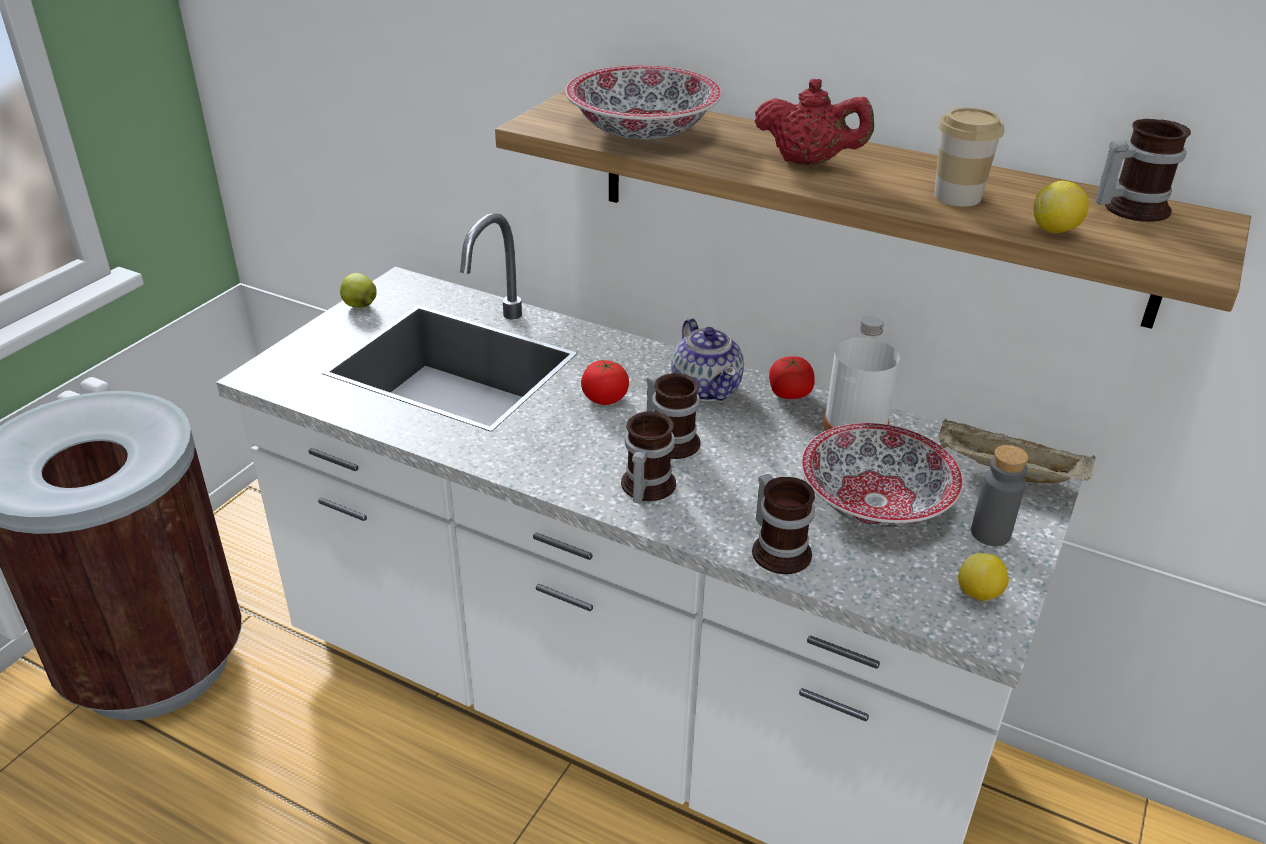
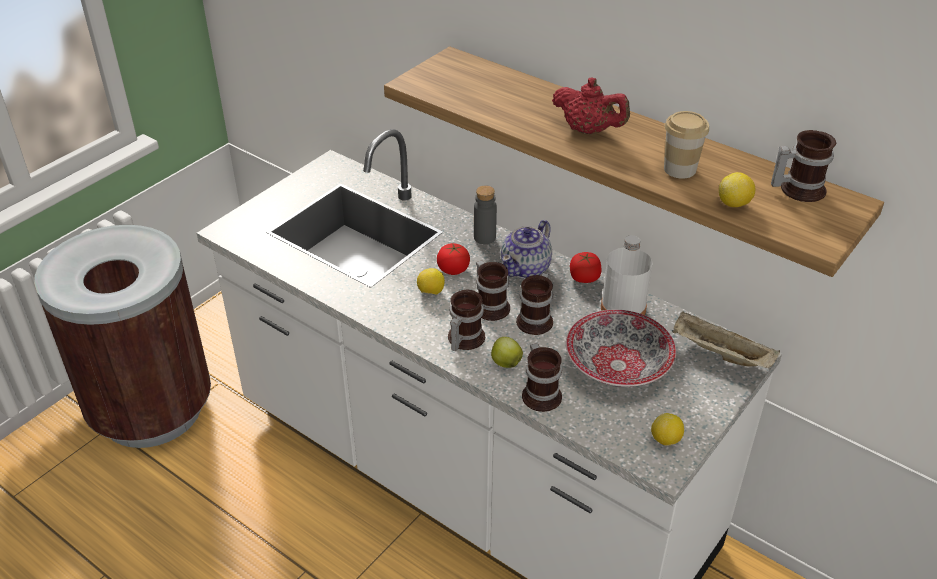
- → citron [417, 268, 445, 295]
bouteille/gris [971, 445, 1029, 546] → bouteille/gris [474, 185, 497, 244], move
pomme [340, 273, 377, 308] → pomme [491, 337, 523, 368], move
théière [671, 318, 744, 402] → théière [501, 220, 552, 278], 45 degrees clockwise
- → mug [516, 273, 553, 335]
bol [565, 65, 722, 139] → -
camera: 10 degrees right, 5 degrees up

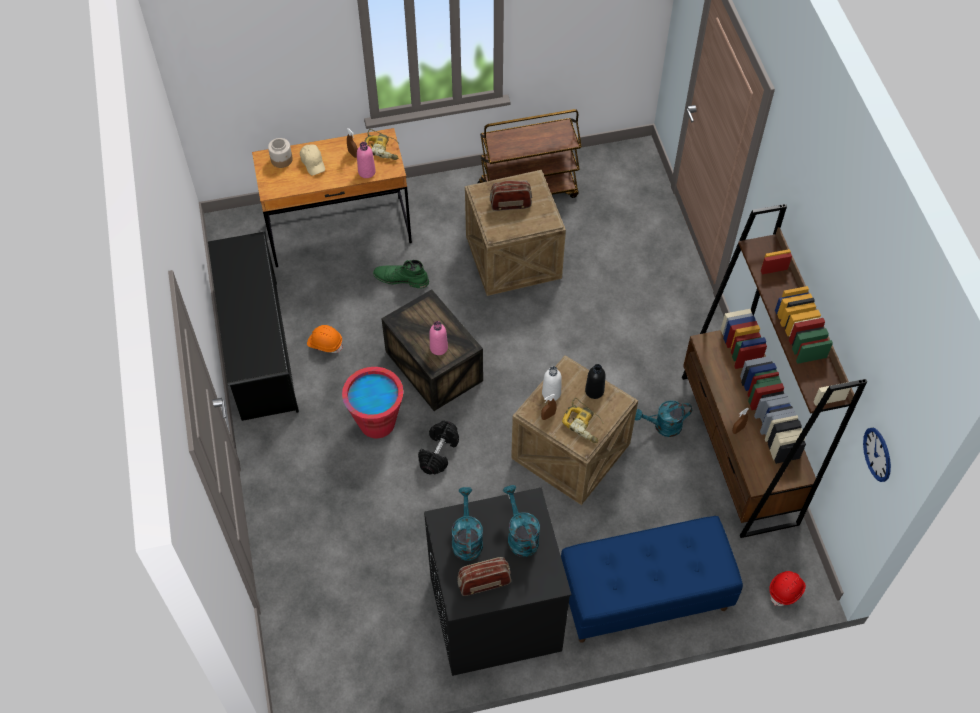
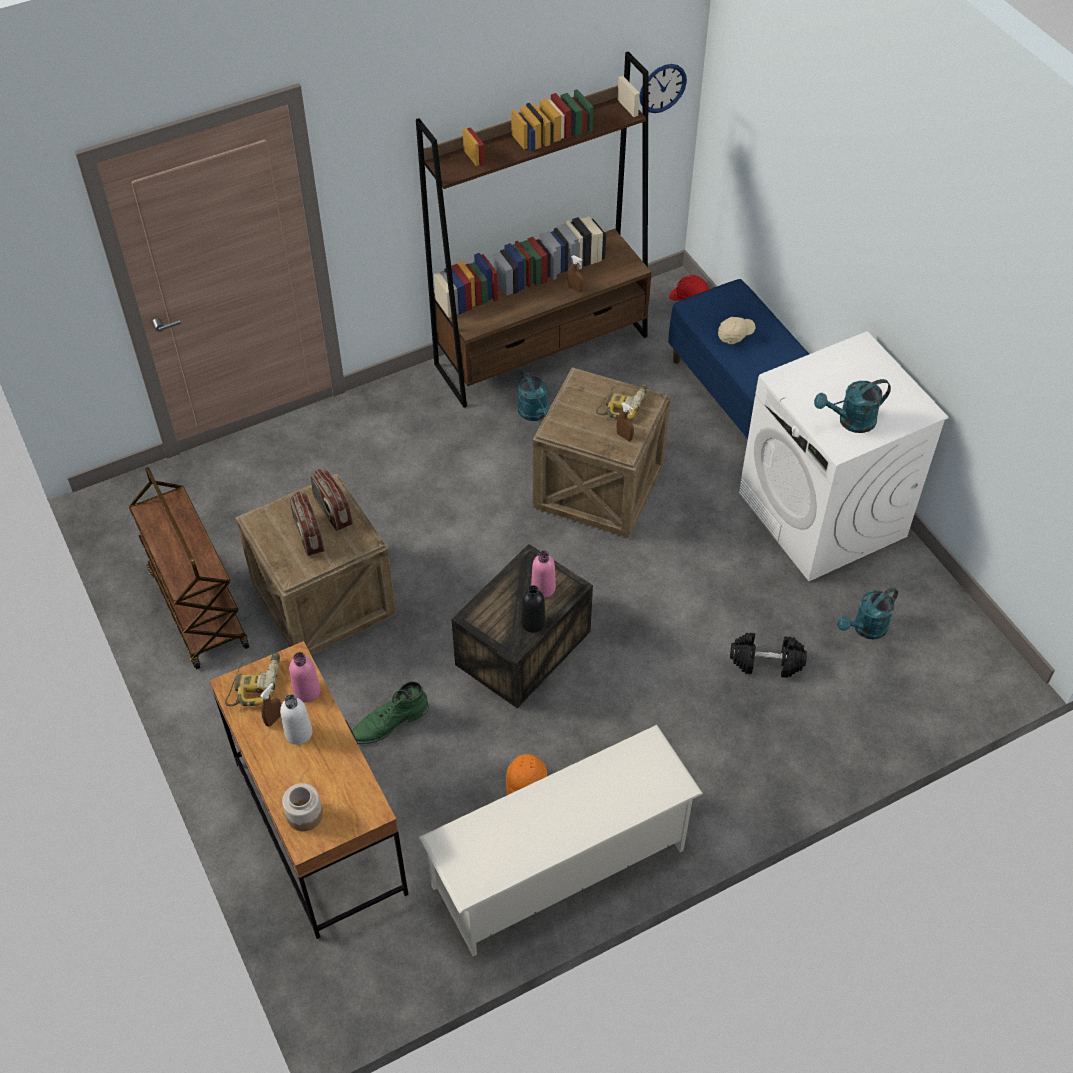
bouteille/blanc [542, 366, 562, 401] → bouteille/blanc [280, 694, 313, 745], move
radio [457, 557, 511, 596] → radio [311, 468, 353, 531], move
botte/vert [373, 260, 429, 288] → botte/vert [352, 681, 429, 744], 60 degrees clockwise
étagère à chaussures/noir [208, 232, 299, 421] → étagère à chaussures/blanc [419, 725, 703, 957]
bouteille/noir [585, 364, 606, 399] → bouteille/noir [521, 585, 546, 633], move
casquette/beige [300, 144, 325, 175] → casquette/beige [718, 317, 755, 344], move
haltère/noir [418, 421, 459, 475] → haltère/noir [730, 633, 807, 678], move
lave-linge/noir [424, 488, 572, 676] → lave-linge/blanc [739, 331, 949, 581]
arrosoir/turquoise [503, 485, 540, 557] → arrosoir/turquoise [837, 587, 898, 640], move
seau/rouge [342, 367, 403, 438] → -
camera: 105 degrees left, 5 degrees down

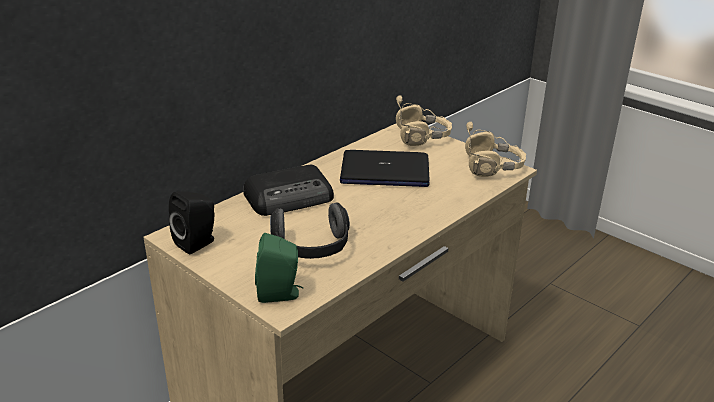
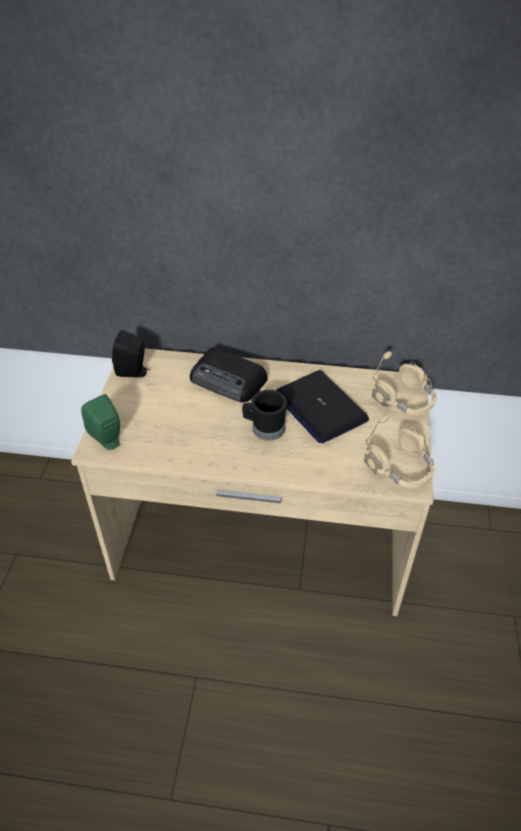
- → mug/noir [242, 390, 287, 441]
casque audio [270, 202, 350, 259] → -
camera: 55 degrees right, 15 degrees up

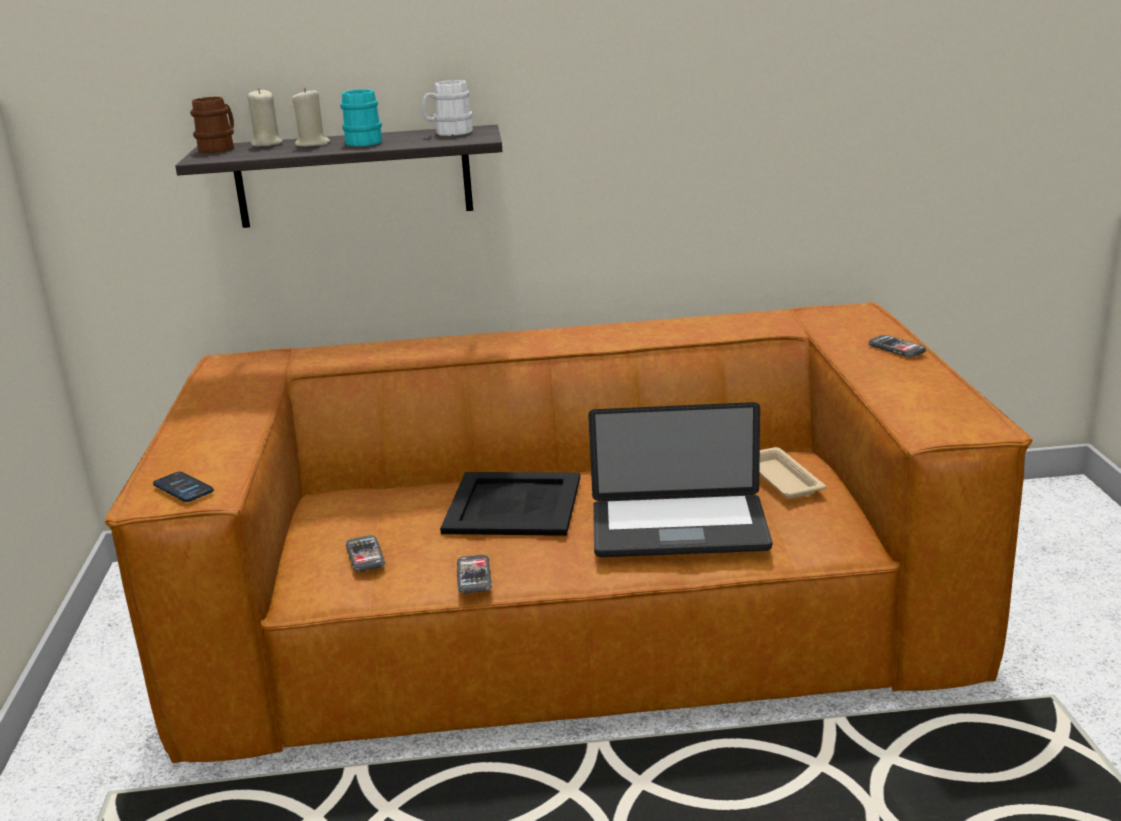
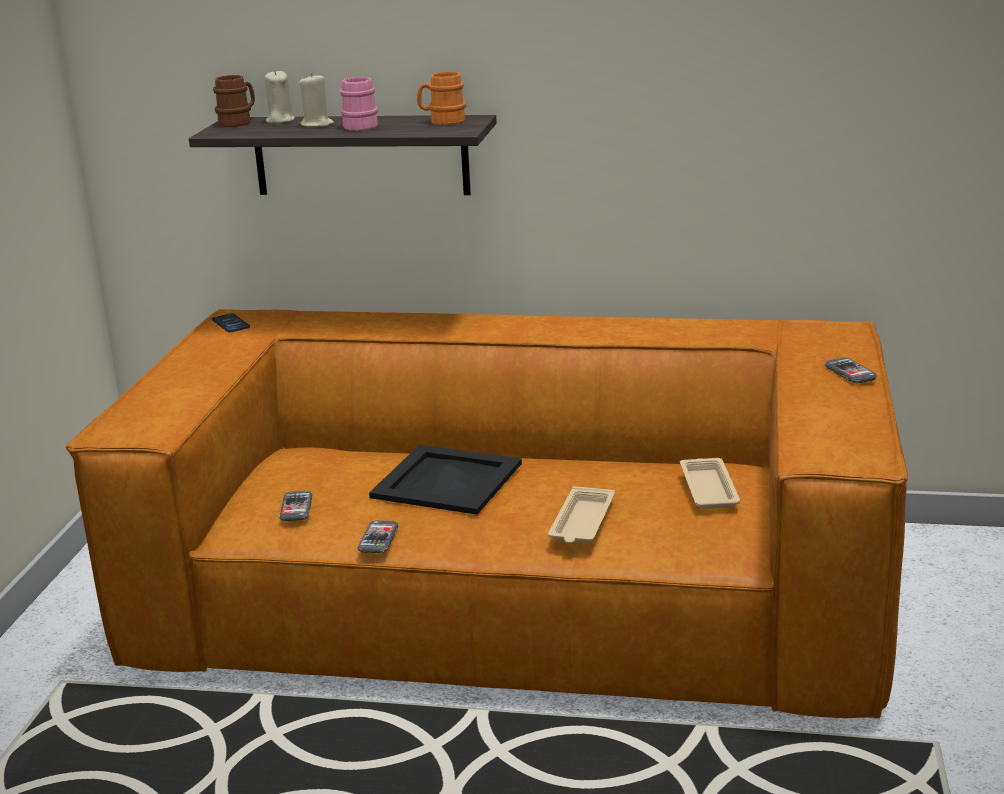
téléphone [153, 472, 214, 502] → téléphone [212, 313, 250, 332], move
mug/turquoise [340, 89, 382, 146] → mug/rose [340, 77, 378, 131]
mug/blanc [422, 80, 473, 136] → mug/orange [417, 72, 466, 125]
ordinateur portable [588, 402, 772, 557] → plateau/beige [548, 486, 615, 544]
camera: 15 degrees right, 0 degrees up

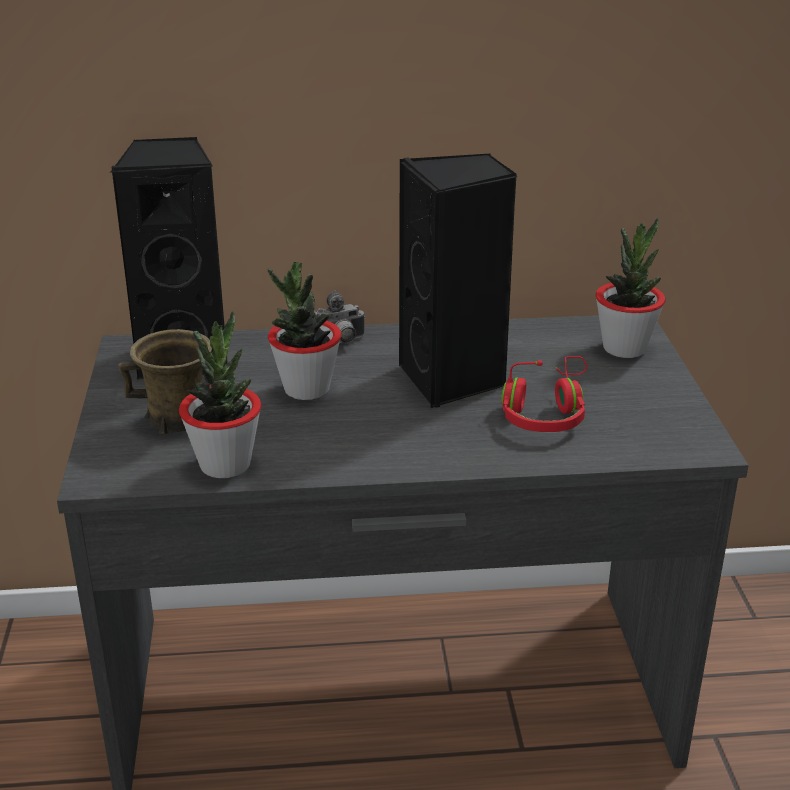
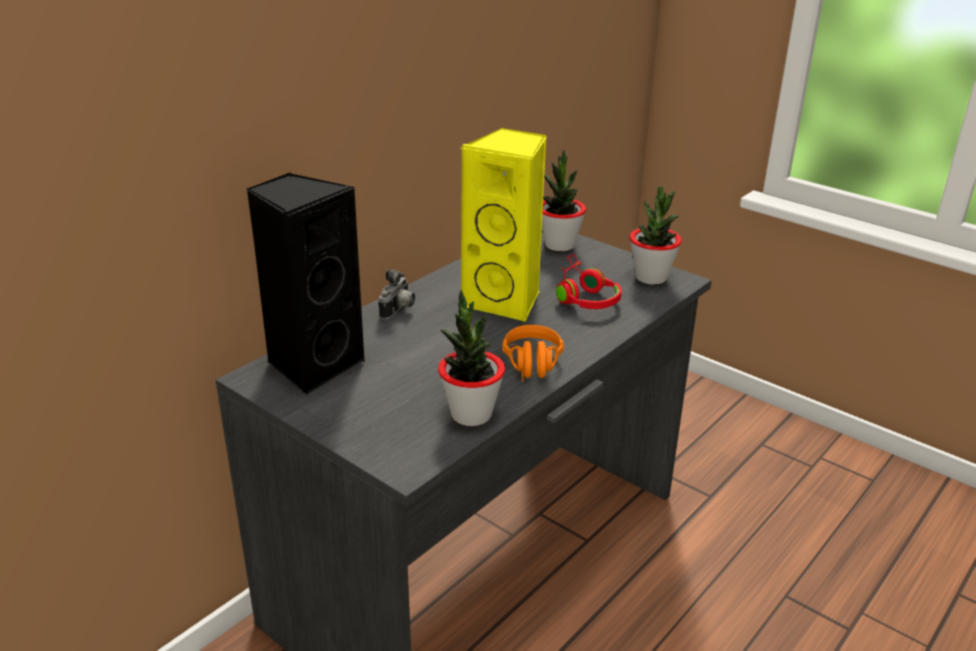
enceinte/noir [399, 153, 518, 408] → enceinte/jaune [461, 128, 547, 322]
- → casque audio/orange [502, 325, 564, 381]
plante en pot [268, 262, 342, 400] → plante en pot [629, 186, 682, 284], move
mug/marron [118, 329, 212, 434] → -
camera: 45 degrees left, 0 degrees up

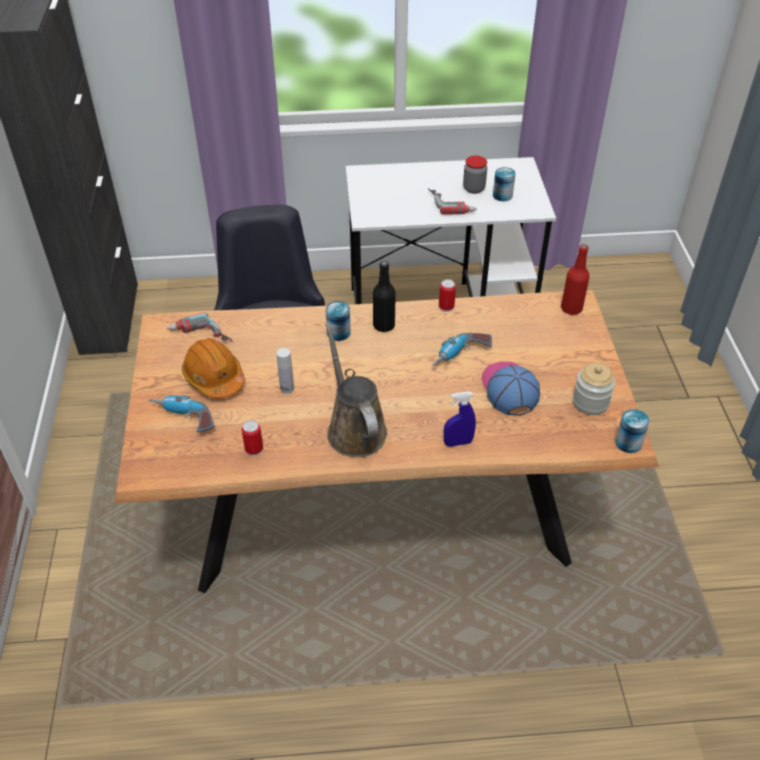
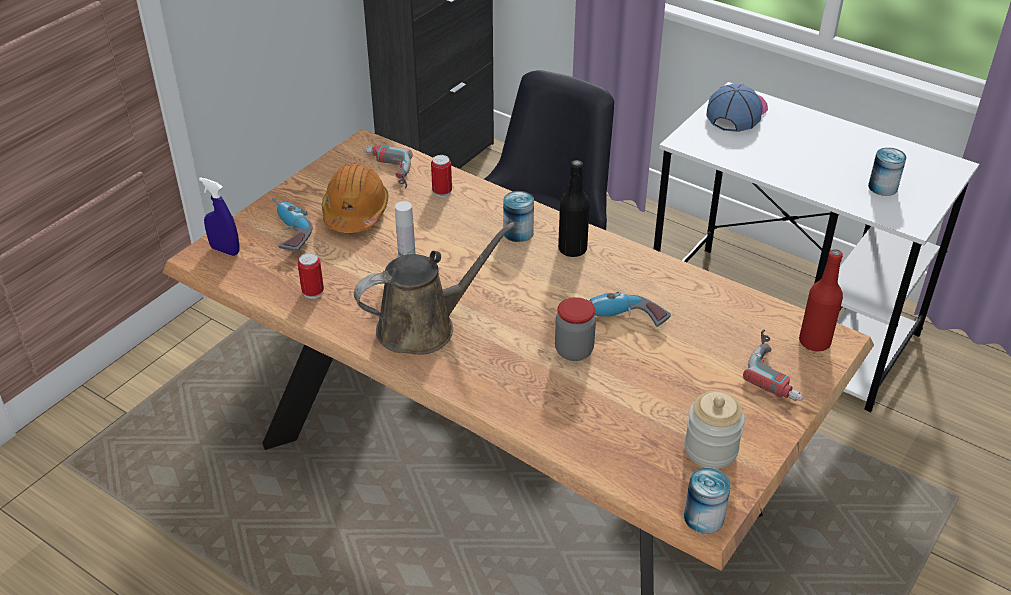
vaporisateur/bleu [444, 392, 476, 447] → vaporisateur/bleu [199, 177, 239, 256], move
arrosoir/marron [326, 322, 387, 457] → arrosoir/marron [354, 222, 515, 355], 45 degrees clockwise
boîte métallique [439, 279, 456, 312] → boîte métallique [431, 155, 452, 197], move
bocal [463, 156, 487, 194] → bocal [555, 297, 596, 361], move
casquette [481, 361, 540, 416] → casquette [706, 84, 768, 132], move
perceuse [428, 188, 477, 215] → perceuse [743, 330, 804, 401], move
camera: 40 degrees right, 5 degrees down

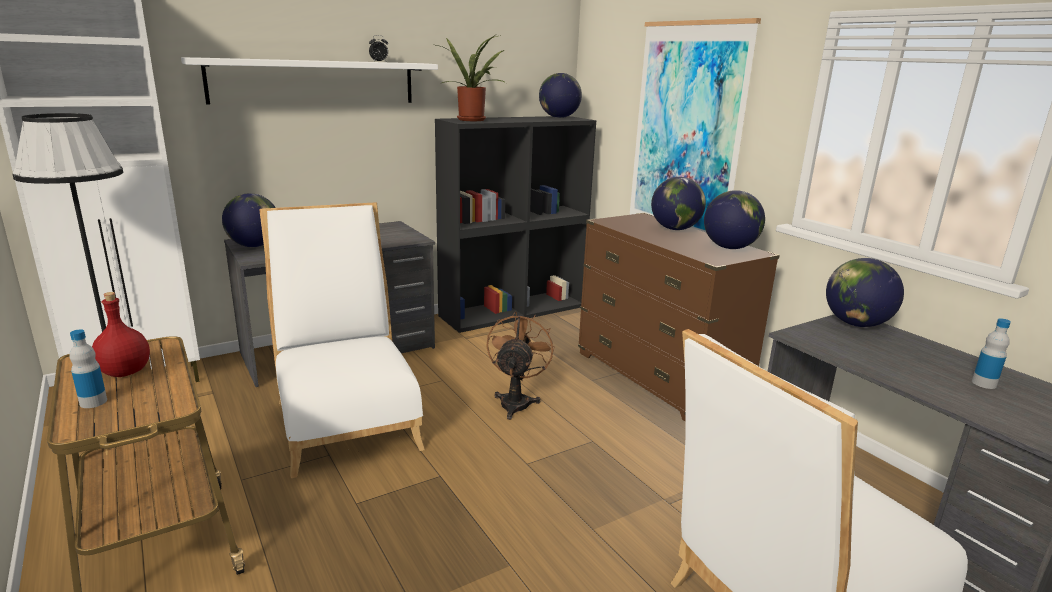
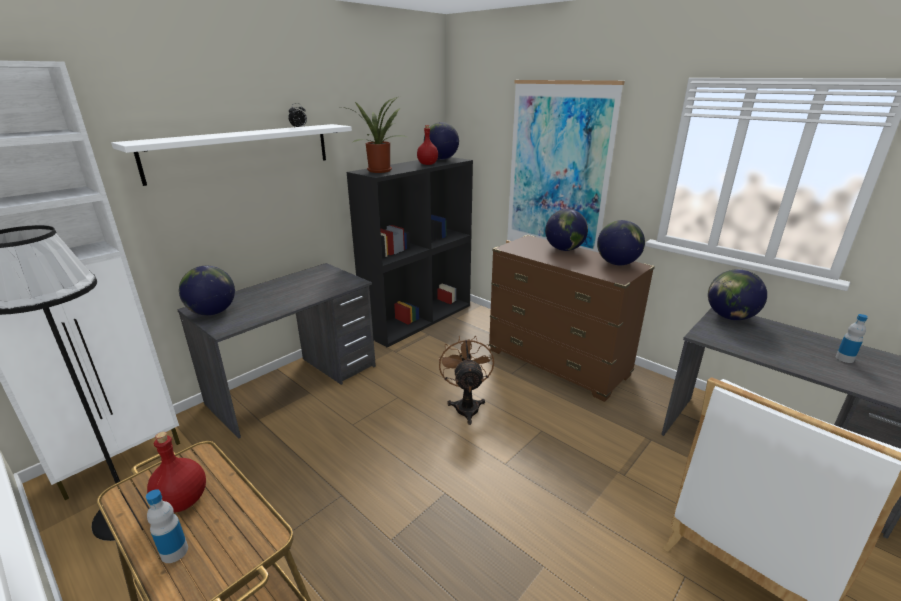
- → bouteille/rouge [417, 125, 438, 165]
chaise/blanc [259, 202, 425, 478] → -
camera: 15 degrees left, 5 degrees up

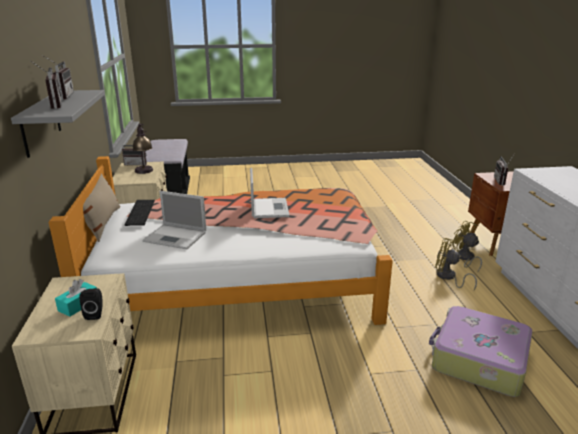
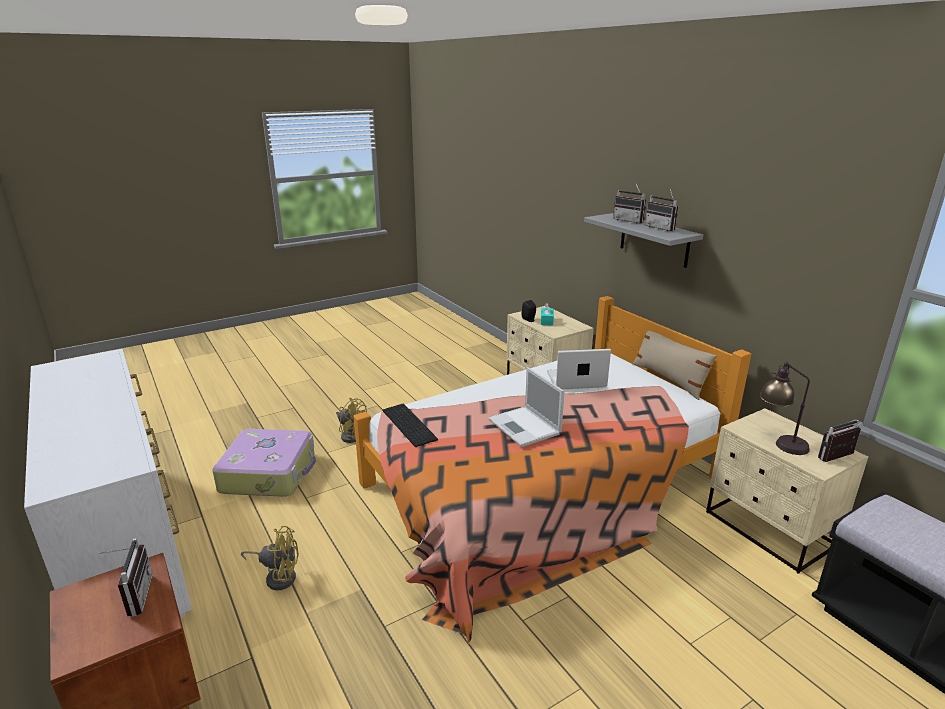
ventilateur/jaune [452, 221, 482, 273] → ventilateur/jaune [336, 398, 367, 443], move
clavier [124, 200, 155, 226] → clavier [383, 404, 438, 447], move
camera: 155 degrees right, 0 degrees up

